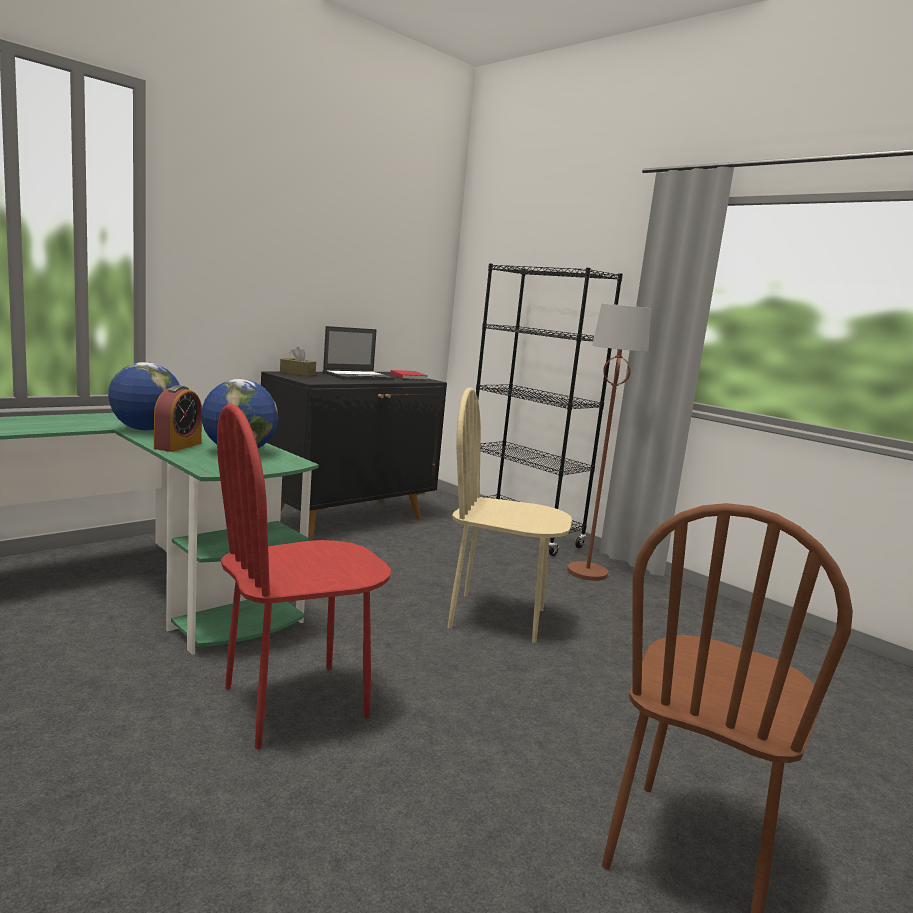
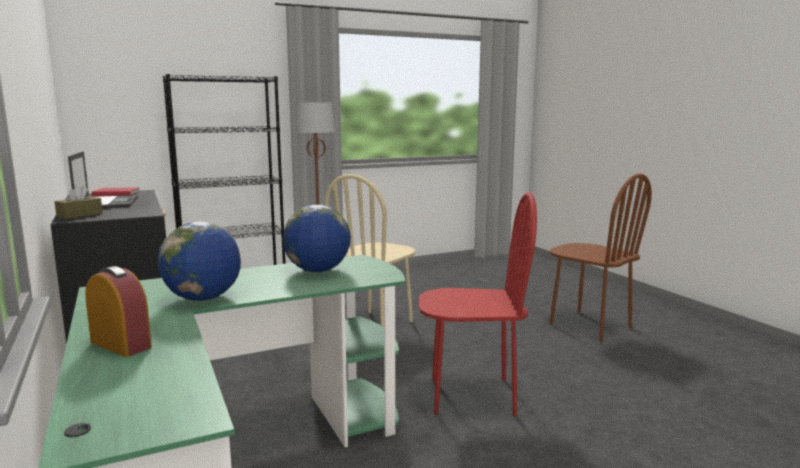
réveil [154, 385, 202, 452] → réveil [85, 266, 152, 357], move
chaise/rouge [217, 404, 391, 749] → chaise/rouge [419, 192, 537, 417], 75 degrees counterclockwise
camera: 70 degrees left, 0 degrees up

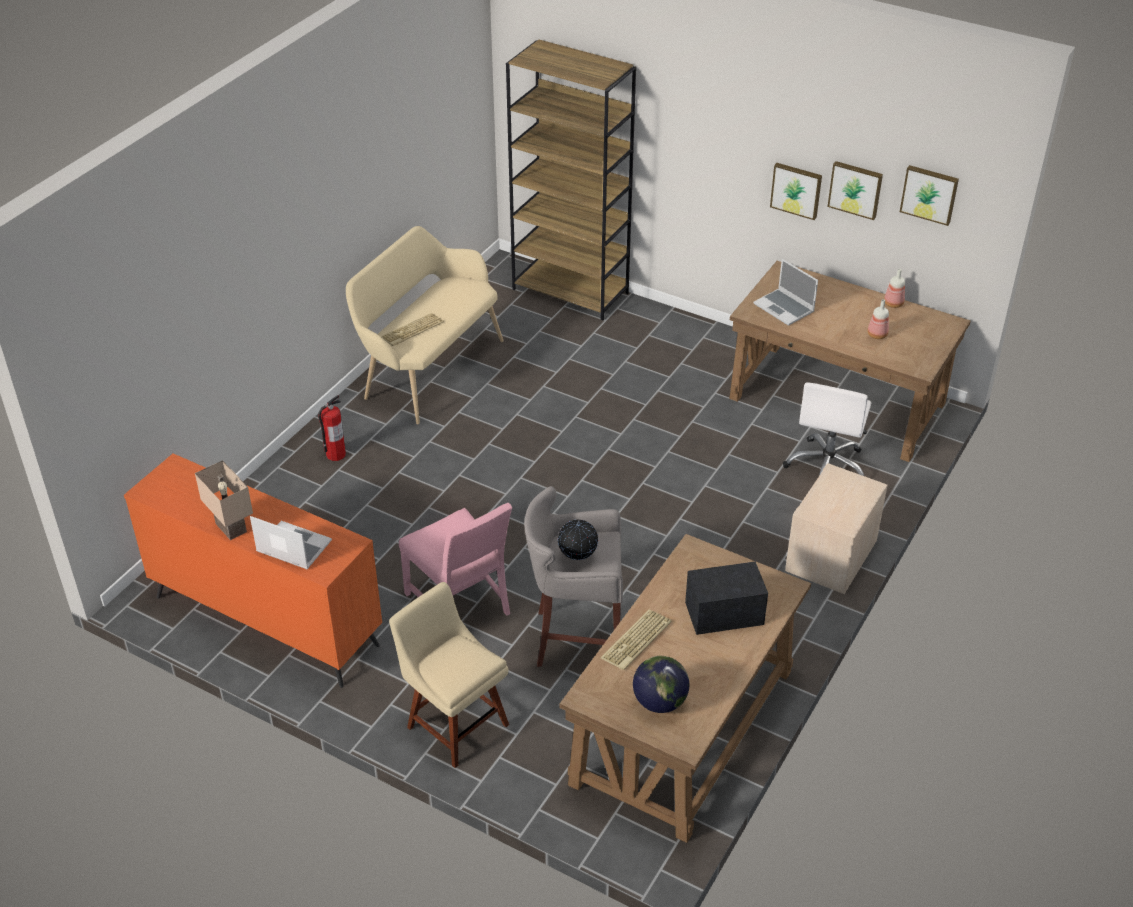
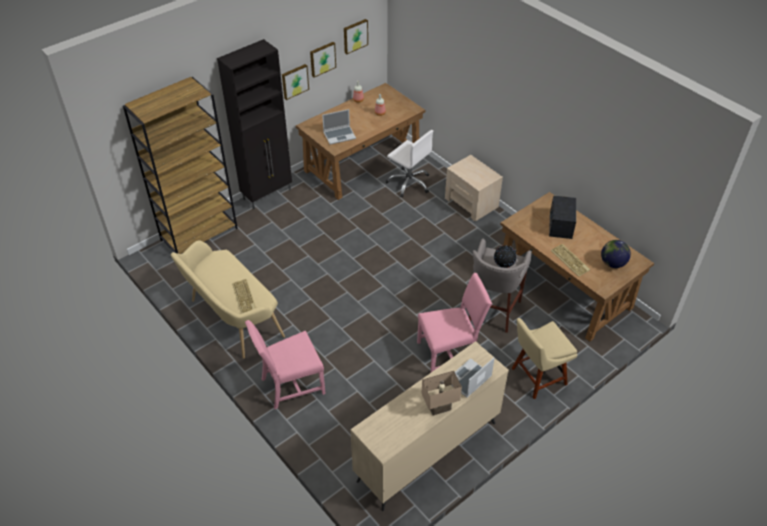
- → meuble de rangement/noir [217, 39, 292, 209]
extincteur [318, 395, 346, 461] → chaise/rose [245, 320, 326, 409]
commode/orange [124, 453, 382, 688] → commode/beige [350, 341, 509, 511]
camera: 70 degrees left, 5 degrees up

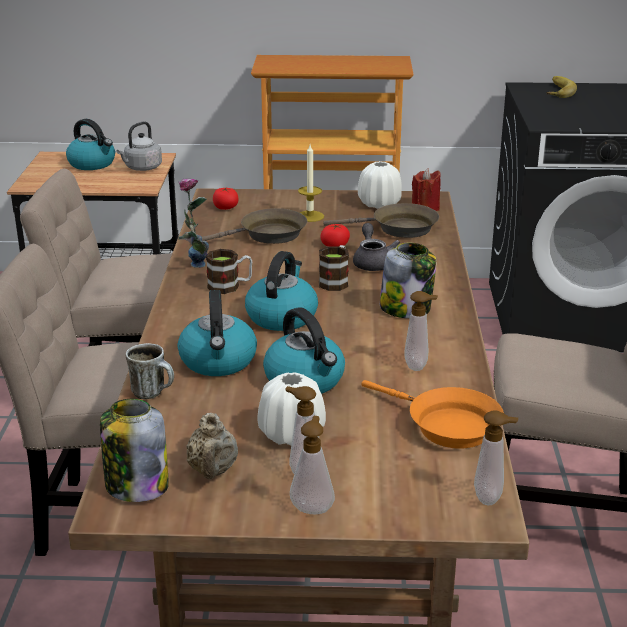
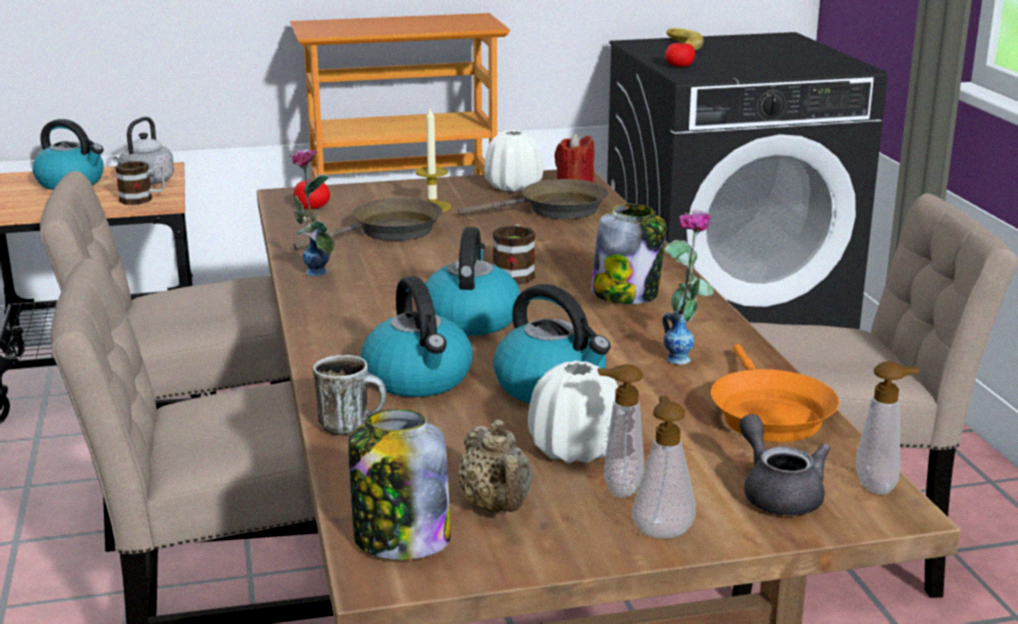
mug [206, 249, 253, 294] → mug [115, 161, 165, 205], move
distributeur de savon [404, 291, 438, 371] → vase [662, 210, 714, 365]
tomate [320, 224, 350, 247] → tomate [665, 42, 695, 67], move
poêle/orange [361, 380, 504, 449] → poêle/orange [710, 344, 839, 442], 60 degrees clockwise
théière/gris [353, 223, 400, 271] → théière/gris [739, 414, 830, 515], move
camera: 15 degrees left, 5 degrees down

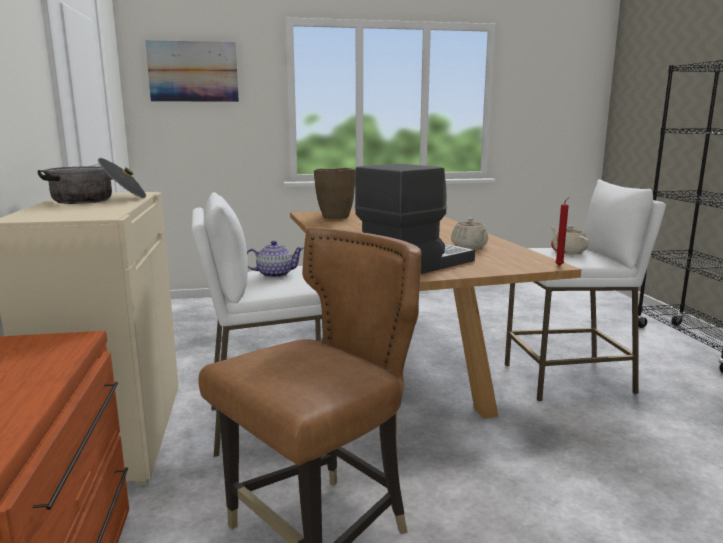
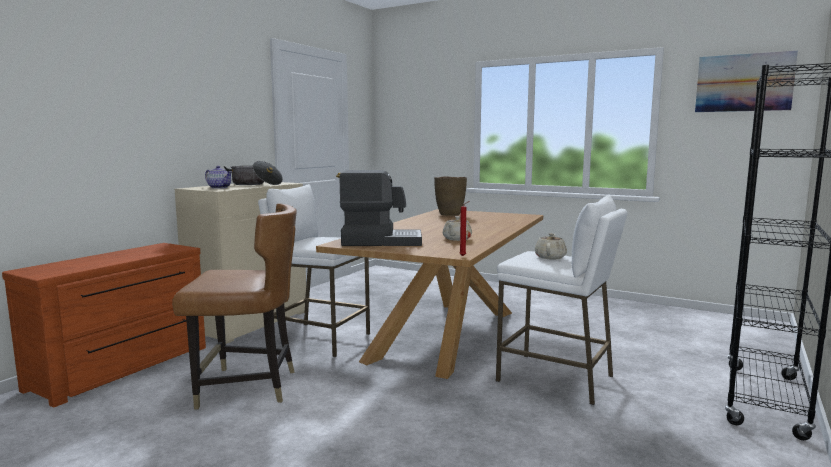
théière [247, 241, 304, 278] → théière [205, 166, 232, 189], move
tableau [145, 40, 239, 102] → tableau [695, 51, 798, 112], move
camera: 40 degrees right, 5 degrees down

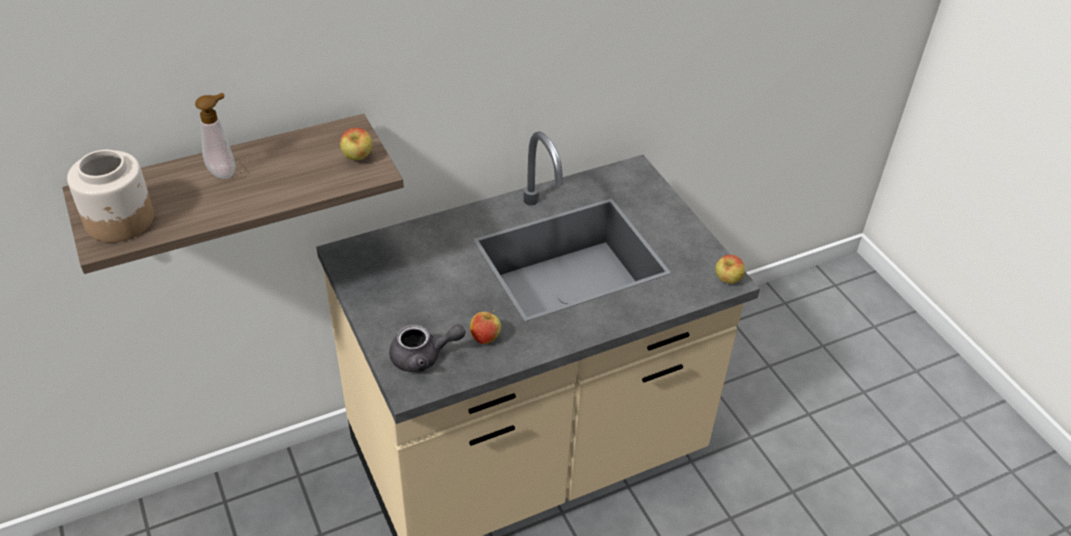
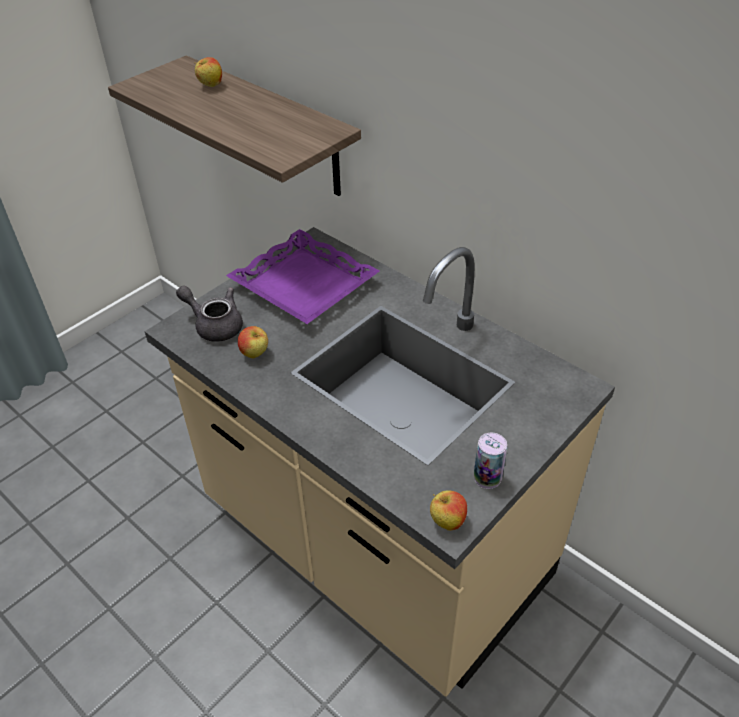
théière/gris [389, 324, 466, 372] → théière/gris [176, 285, 243, 342], 150 degrees clockwise
pomme [340, 128, 372, 160] → pomme [195, 57, 222, 87], move
- → plateau/violet [226, 229, 380, 324]
- → boîte métallique [474, 433, 507, 489]
bocal [67, 150, 154, 242] → -
distributeur de savon [195, 93, 236, 179] → -
camera: 70 degrees right, 0 degrees up

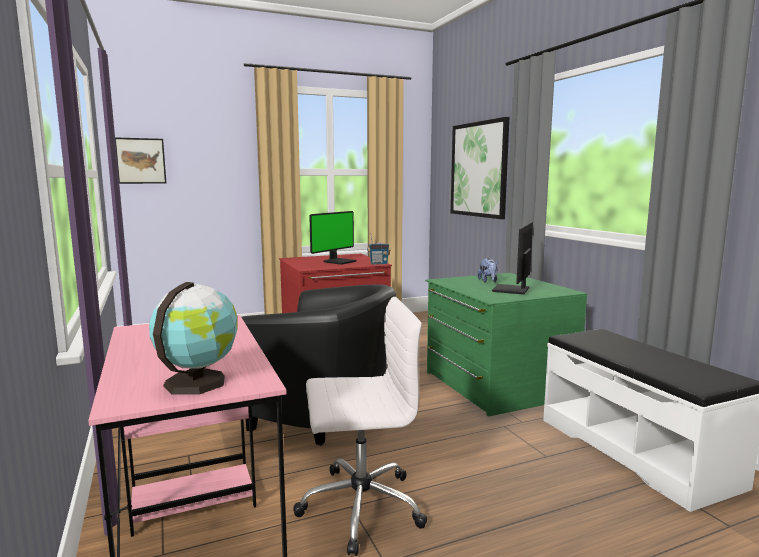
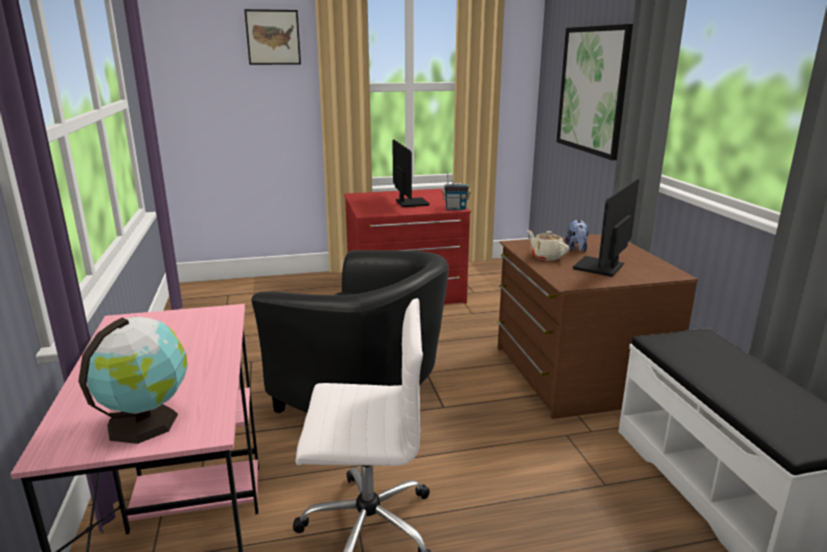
tableau [115, 137, 166, 184] → tableau [244, 9, 301, 65], move
écran d'ordinateur [309, 211, 357, 265] → écran d'ordinateur [392, 139, 430, 207], 60 degrees counterclockwise
commode/vert [425, 273, 587, 417] → commode/marron [497, 234, 698, 419]
- → théière/beige [527, 230, 569, 260]
camera: 10 degrees right, 10 degrees up

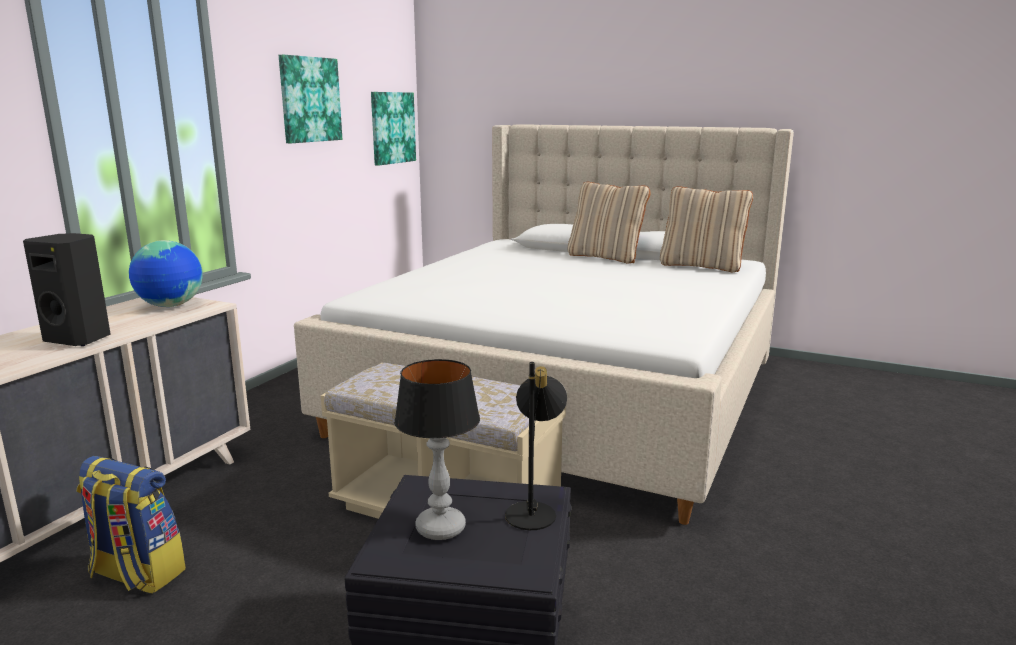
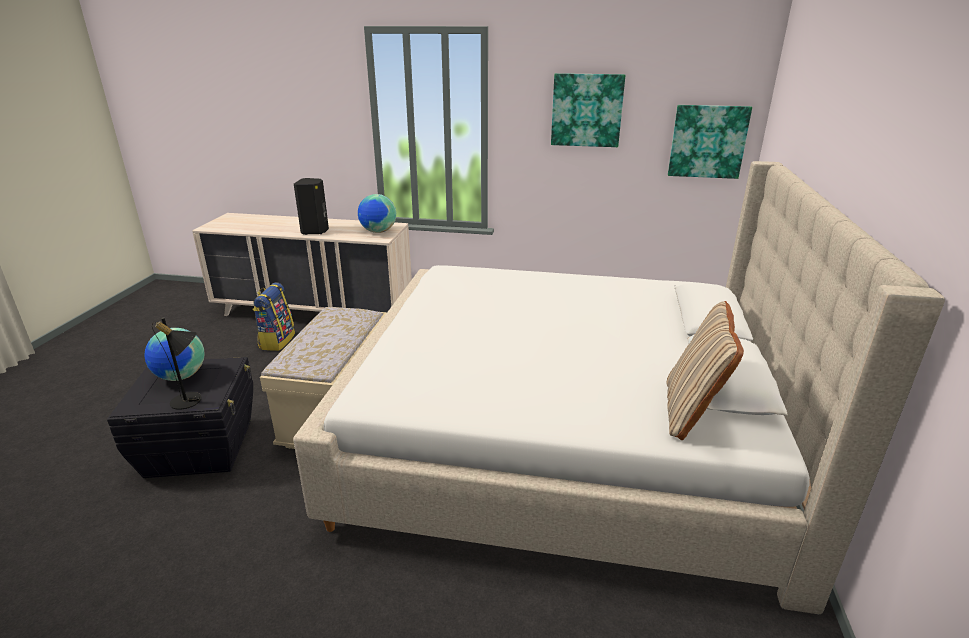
lampe de table [394, 359, 480, 540] → globe [144, 328, 205, 381]
coussin/beige [568, 182, 650, 264] → -
camera: 75 degrees right, 10 degrees up

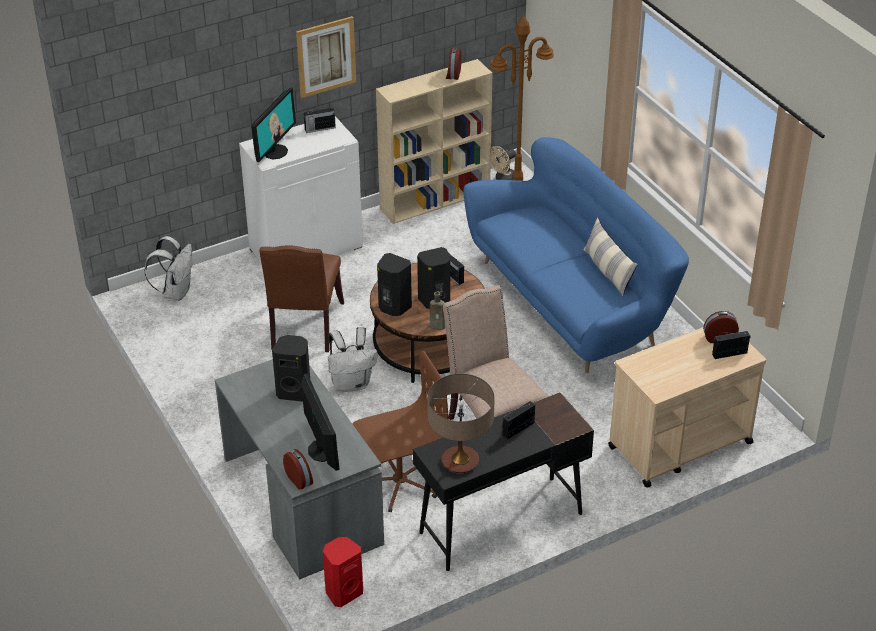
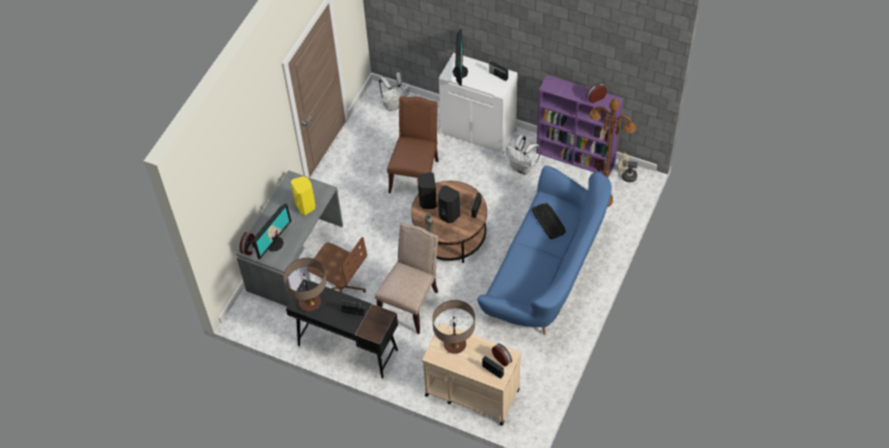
enceinte/noir [272, 335, 310, 402] → enceinte/jaune [291, 176, 316, 215]
chaise/marron [259, 245, 344, 352] → chaise/marron [387, 96, 439, 194], 135 degrees clockwise
- → lampe de table [432, 300, 475, 354]
écran d'ordinateur [251, 87, 296, 162] → écran d'ordinateur [453, 29, 468, 86], 75 degrees counterclockwise
sac à dos/blanc [328, 327, 378, 392] → sac à dos/blanc [506, 135, 541, 175], move
- → clavier [532, 203, 566, 239]
bibliothèque/beige [376, 59, 492, 224] → bibliothèque/violet [536, 75, 623, 177]
tableau [296, 16, 356, 98] → -
enceinte/rouge [323, 537, 363, 607] → -
coussin [583, 218, 638, 296] → -
camera: 55 degrees right, 15 degrees up

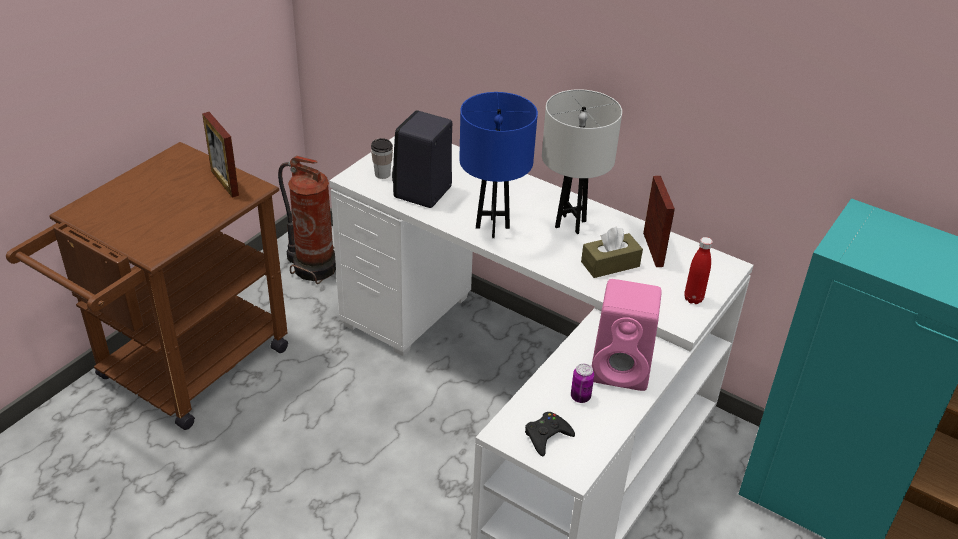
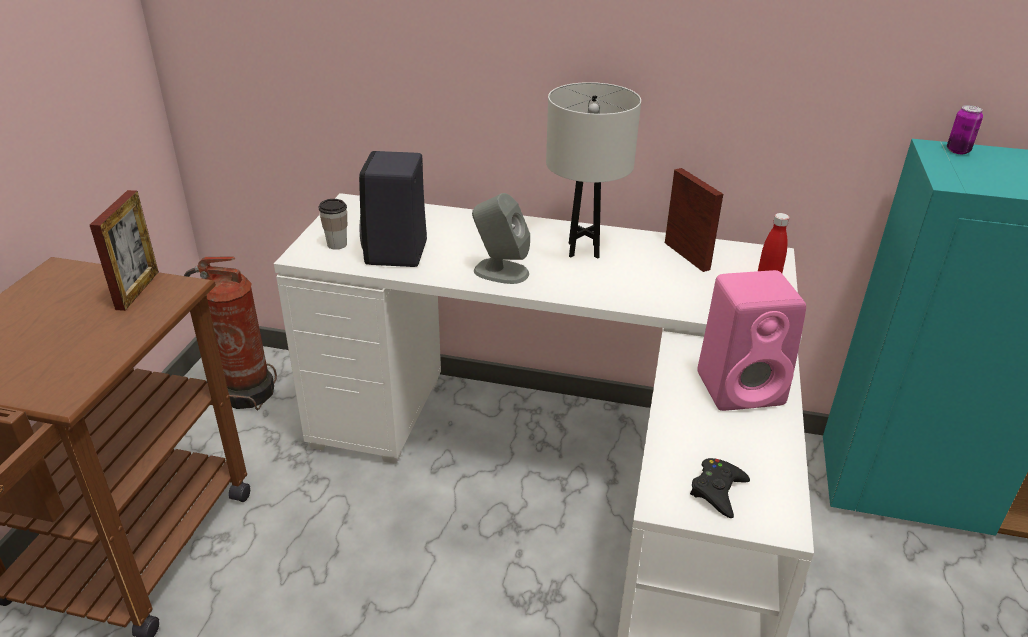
cadre photo [202, 112, 239, 198] → cadre photo [90, 190, 159, 311], 120 degrees counterclockwise
lampe de table/bleu [459, 92, 538, 238] → enceinte/gris [472, 193, 530, 284]
boîte métallique [571, 364, 594, 403] → boîte métallique [947, 105, 983, 154], move
boîte à mouchoirs/marron [581, 227, 643, 278] → -
camera: 20 degrees left, 5 degrees down

